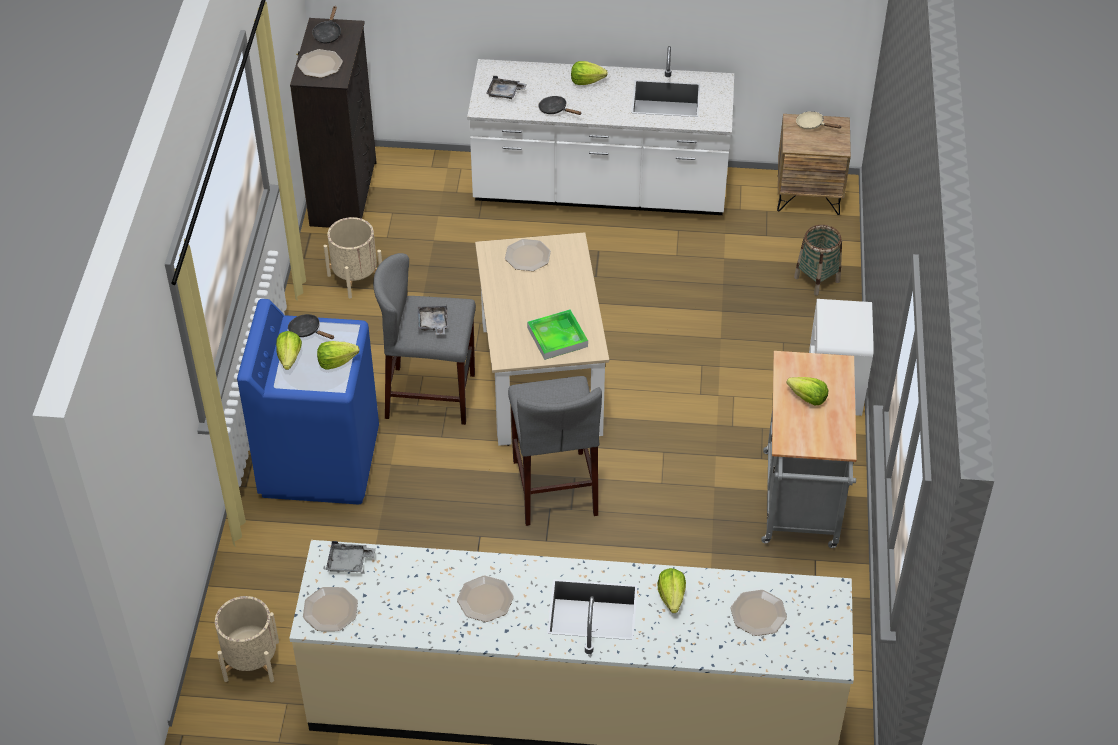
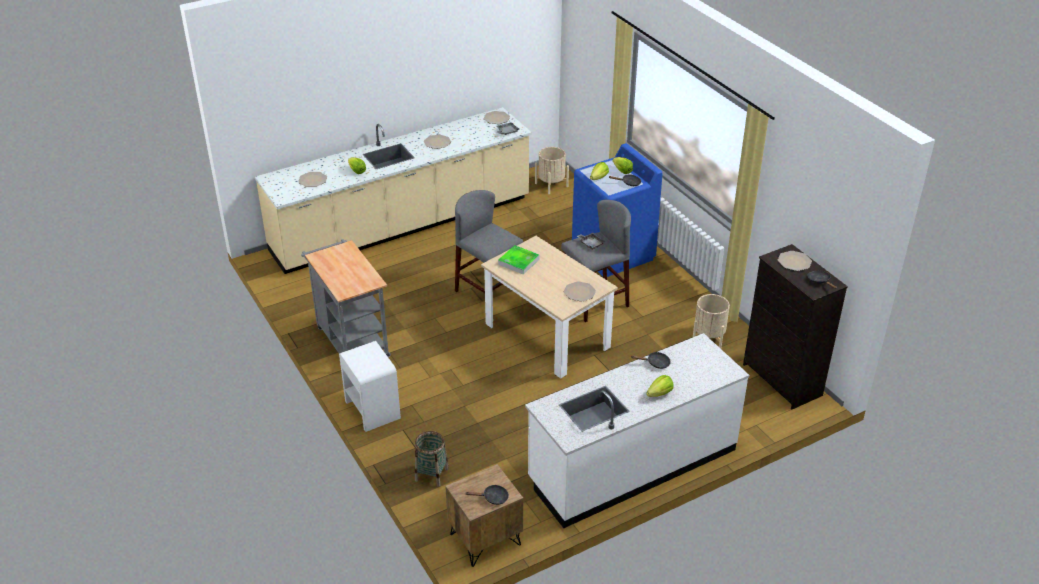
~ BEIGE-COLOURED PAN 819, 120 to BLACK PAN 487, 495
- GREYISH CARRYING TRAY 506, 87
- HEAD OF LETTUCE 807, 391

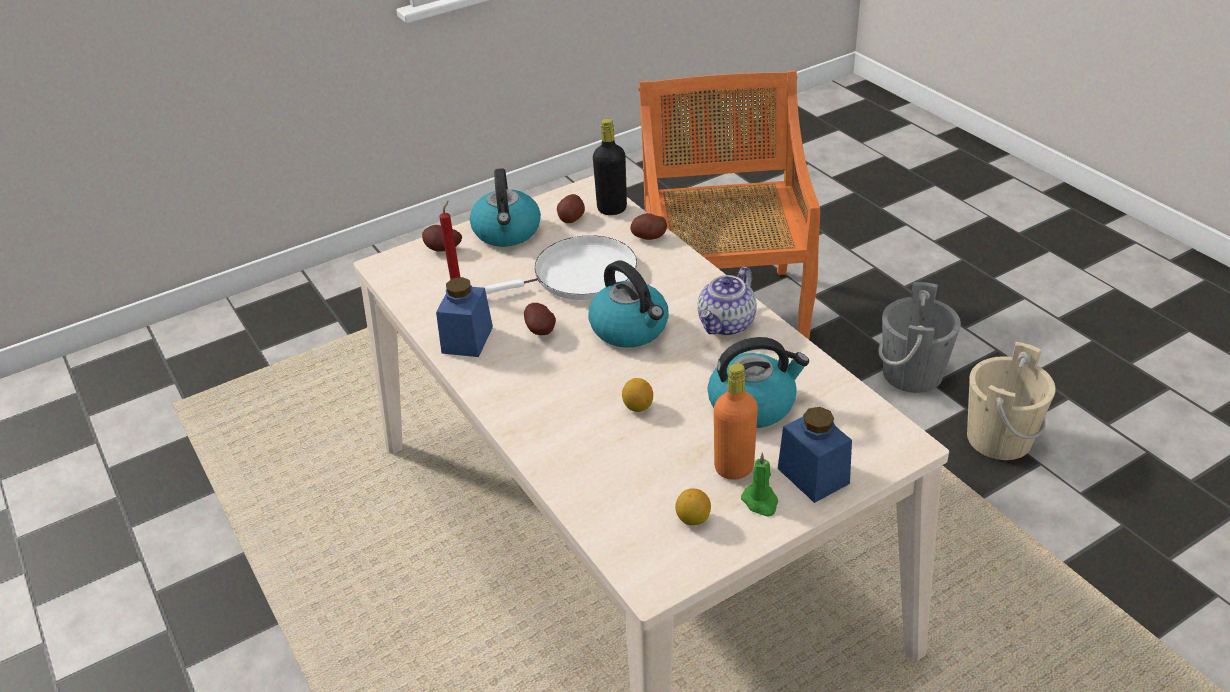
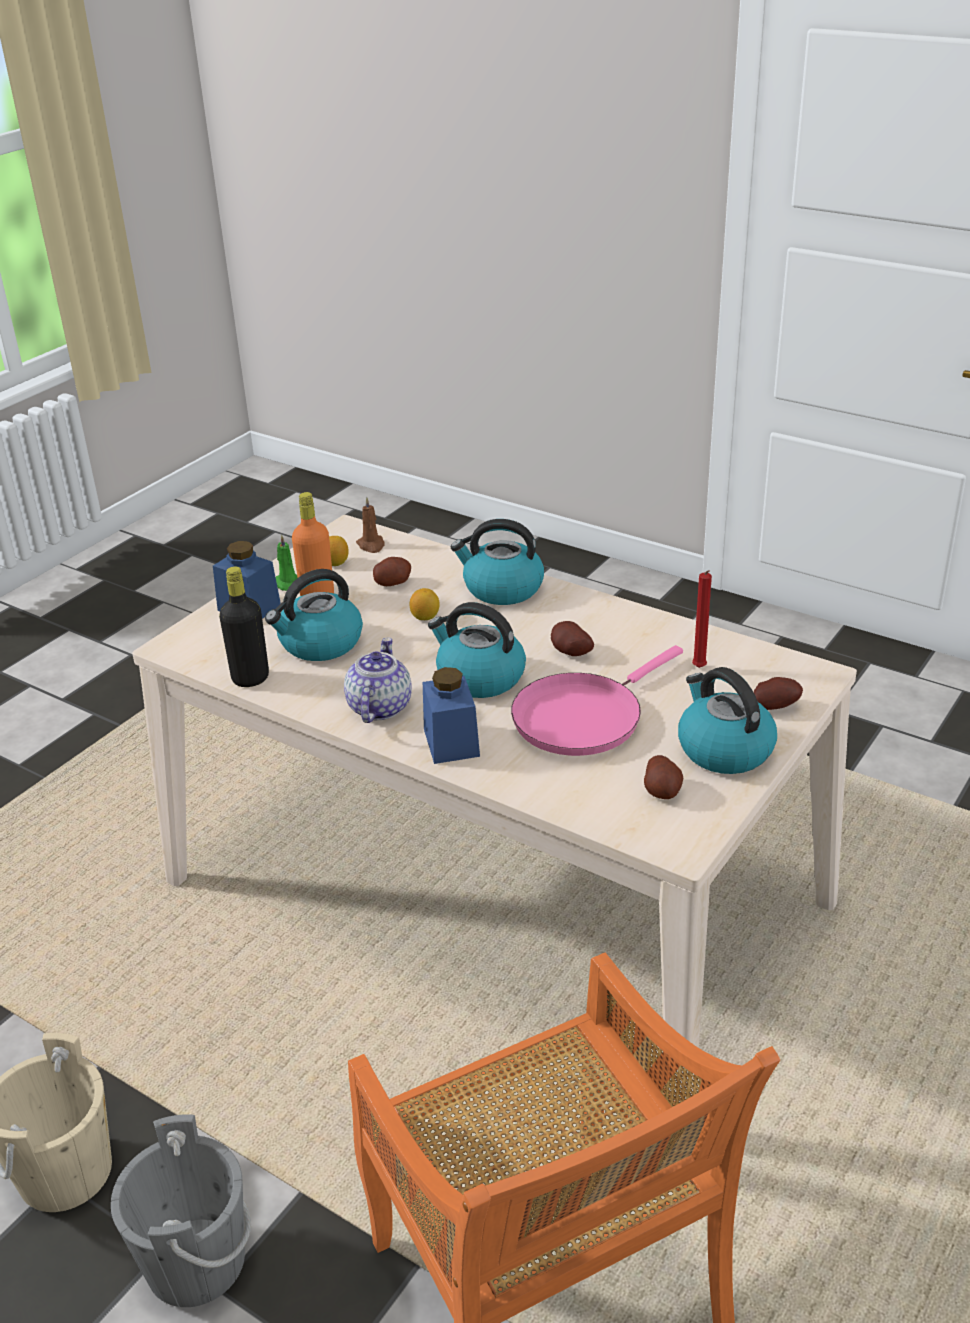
~ BLACK DRINK BOTTLE 610, 167 to 244, 627
+ BROWN-COLOURED CANDLE 370, 525
~ SPUD 648, 226 to 392, 571
~ BLUE JAR 464, 317 to 451, 715
+ WATER KETTLE 497, 562
~ WHITE-COLOURED PAN 559, 267 to PINKISH PAN 597, 700

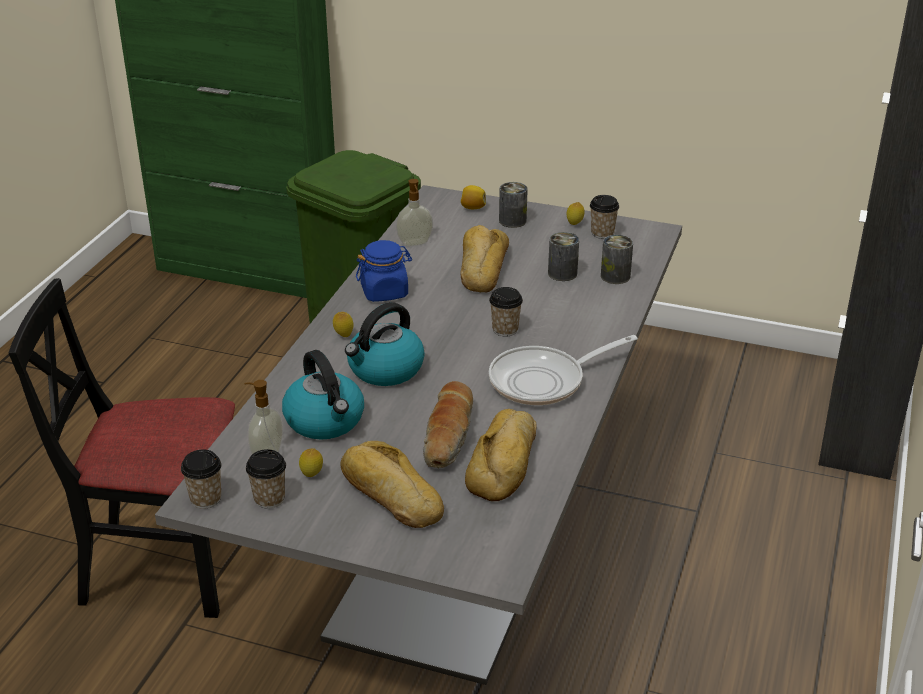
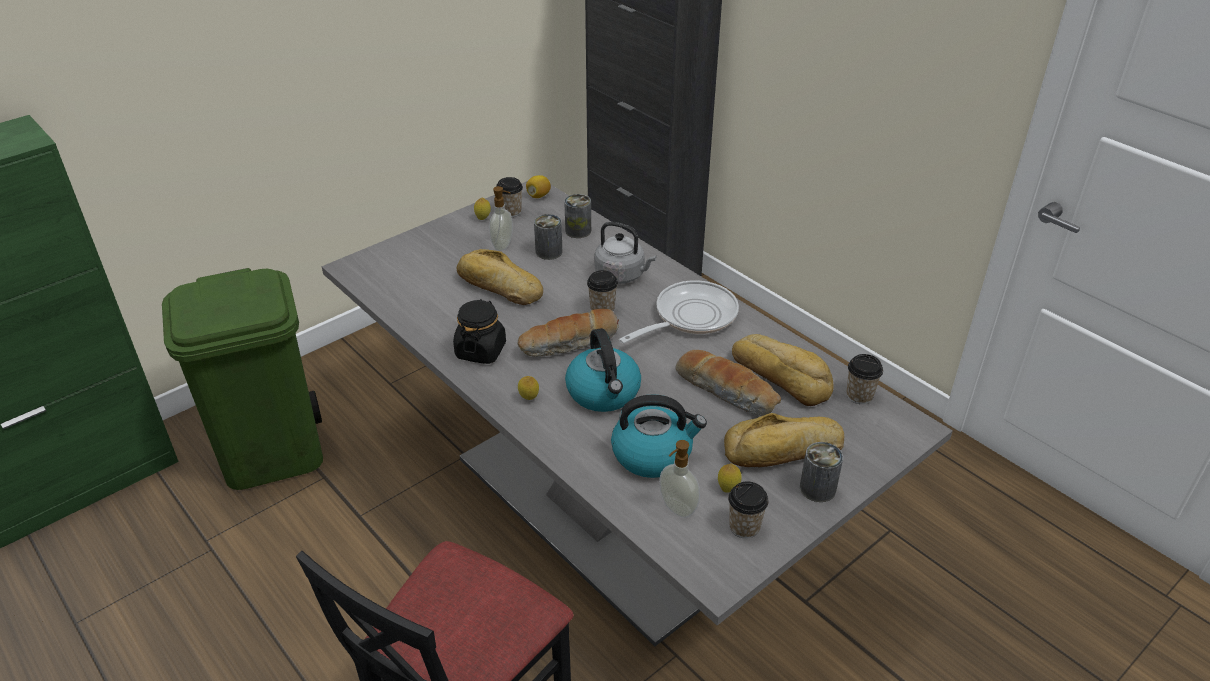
~ BLUE JAR 384, 271 to BLACK JAR 479, 331
~ SOAP DISPENSER 414, 212 to 501, 218
+ BAKERY BREAD 568, 333
~ LEMON 473, 197 to 538, 186
+ GREYISH WATER KETTLE 625, 253
~ PAN 563, 370 = 679, 311 135 degrees counterclockwise
~ CAN 513, 205 to 821, 472
~ SMALL CUP 201, 479 to 864, 379

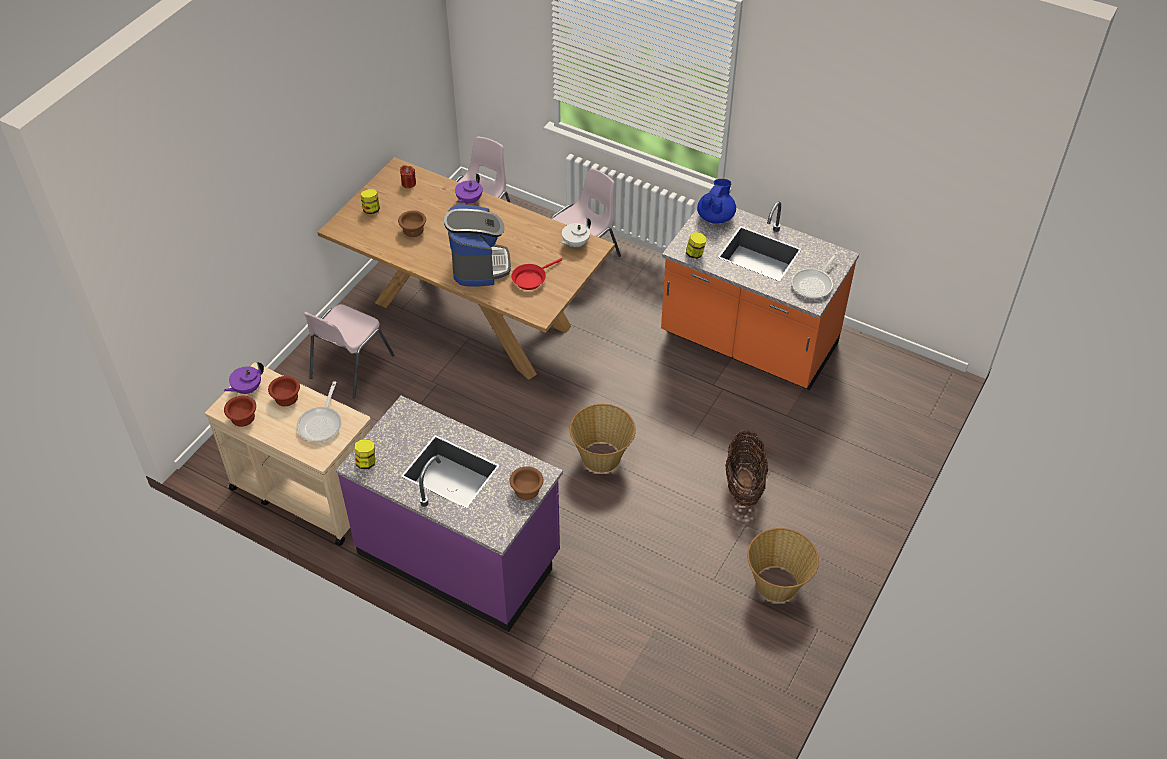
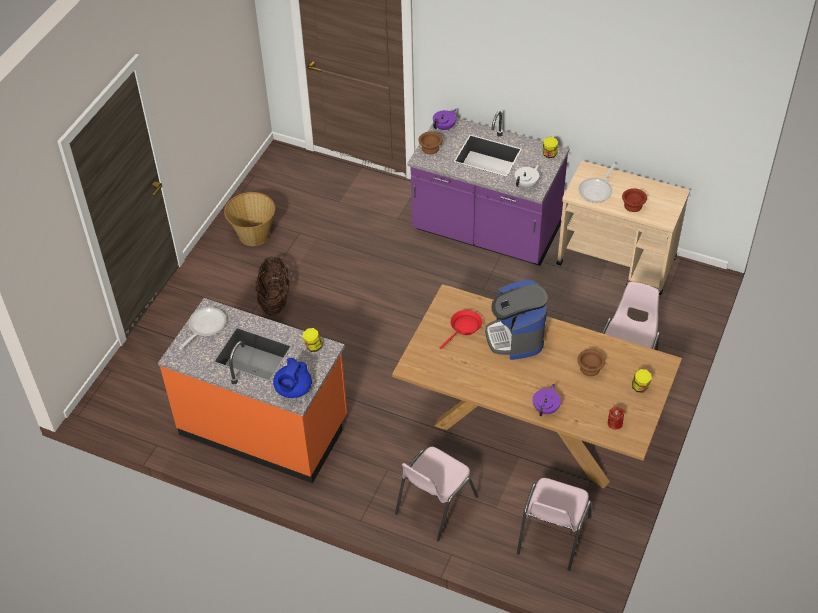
~ PURPLISH POT FOR TEA 244, 378 to 445, 119
~ WHITE-COLOURED POT FOR TEA 575, 232 to 527, 176
~ PAN 319, 411 = 597, 183 150 degrees counterclockwise
- BROWN-COLOURED DEEP DISH 240, 411
- BASKET 603, 438

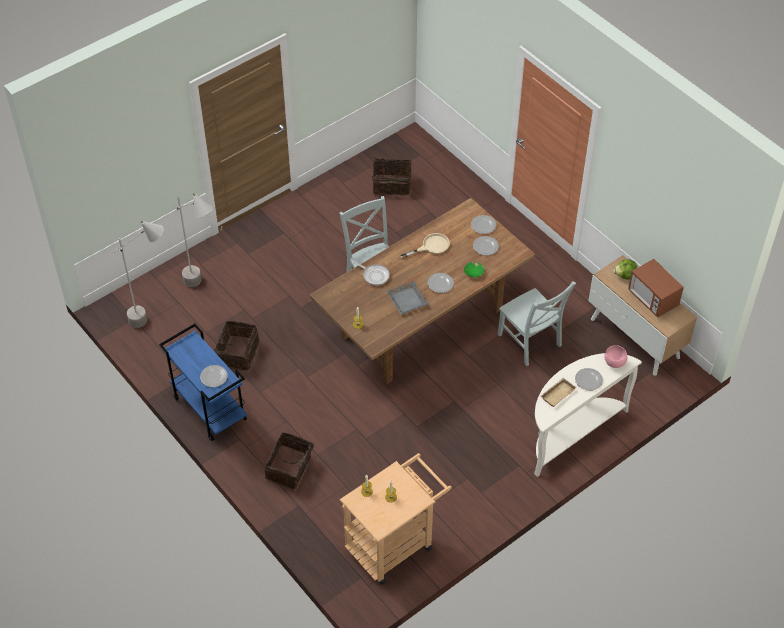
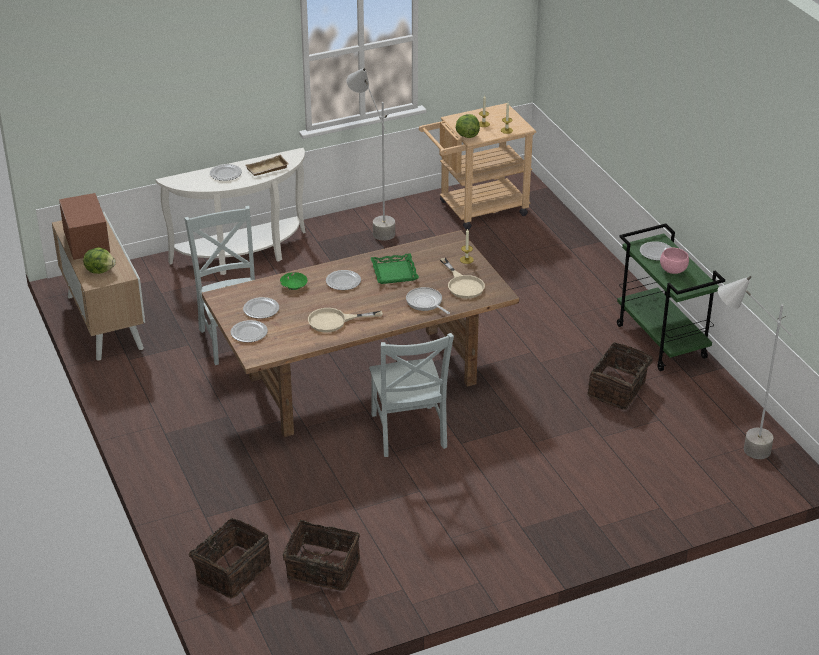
~ BASKET 290, 460 to 227, 558
~ GREYISH FLOOR LAMP 194, 240 to 371, 154
~ GREYISH CARRYING TRAY 407, 298 to GREENISH CARRYING TRAY 395, 268
+ BEIGE-COLOURED PAN 462, 278
+ HEAD OF LETTUCE 468, 126
~ BLUE CART 203, 382 to GREENISH CART 671, 297
~ PINKISH DEEP DISH 615, 356 to 674, 261

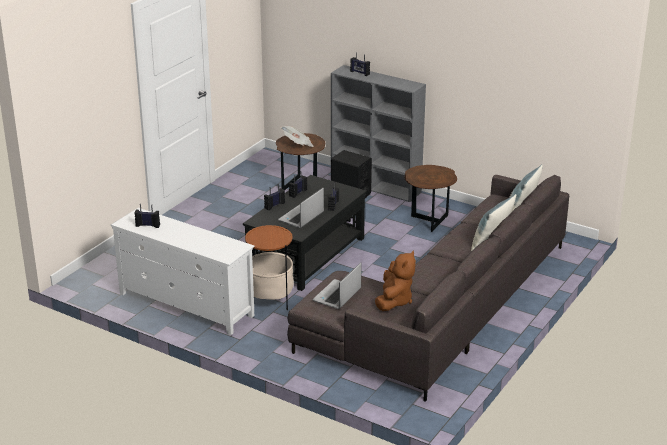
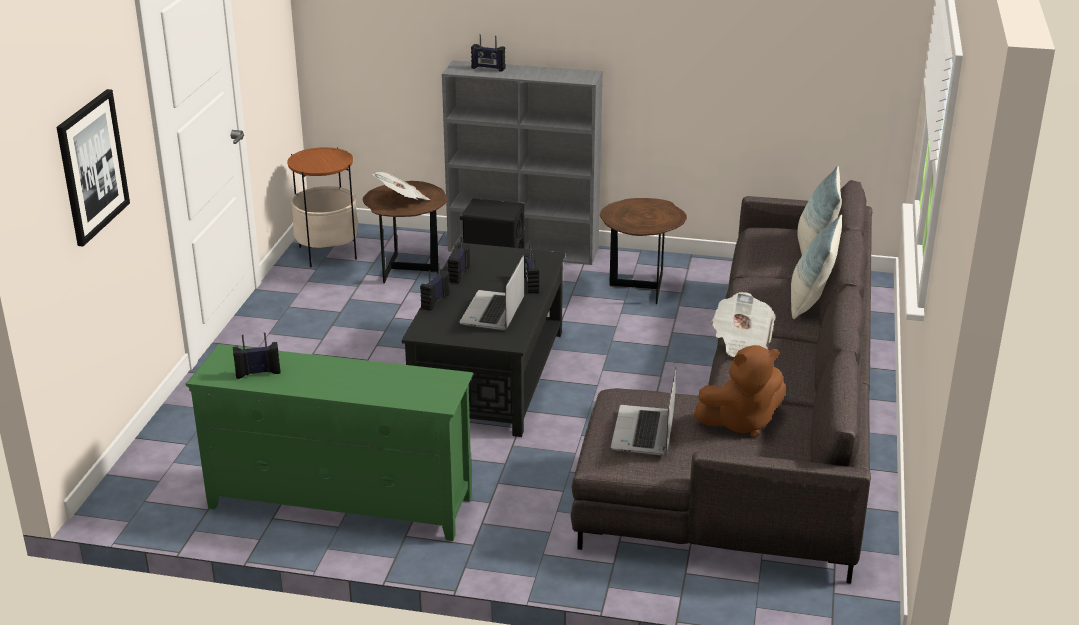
+ PICTURE 93, 167
~ WHITE-COLOURED TV UNIT 182, 271 to GREENISH TV UNIT 329, 442
~ SIDE TABLE 269, 267 to 322, 207
~ BROWN-COLOURED PLUSH TOY 395, 281 = 740, 391 75 degrees clockwise
+ PRINTED PAPER 743, 324

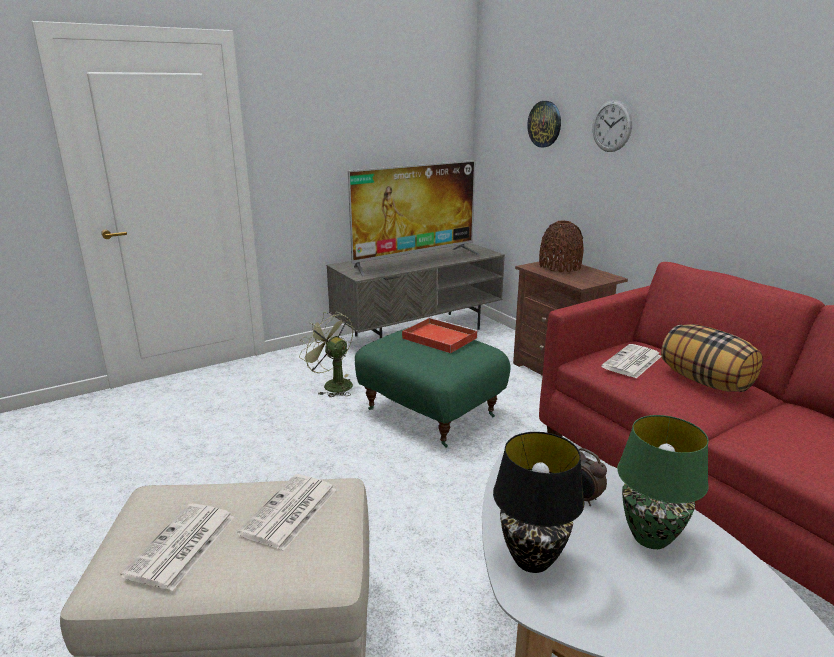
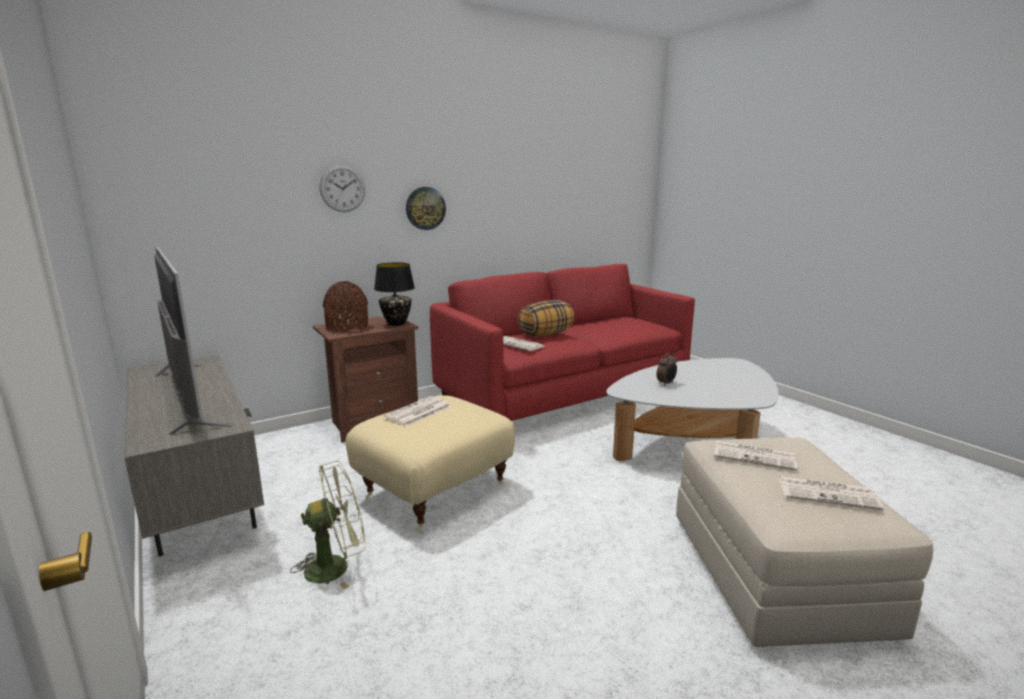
~ GREENISH FAN 326, 354 = 327, 525 150 degrees counterclockwise
~ GREENISH POUFFE 432, 387 to BEIGE-COLOURED POUFFE 430, 463
~ BLACK LAMP FOR A TABLE 539, 502 to 394, 294
~ REDDISH CARRYING TRAY 440, 335 to PRINTED PAPER 417, 411
~ WALL CLOCK 544, 124 to 426, 208
- GREENISH LAMP FOR A TABLE 663, 482

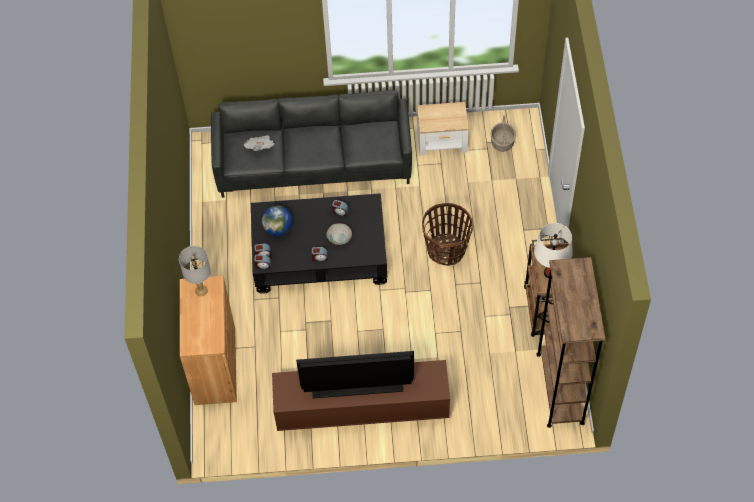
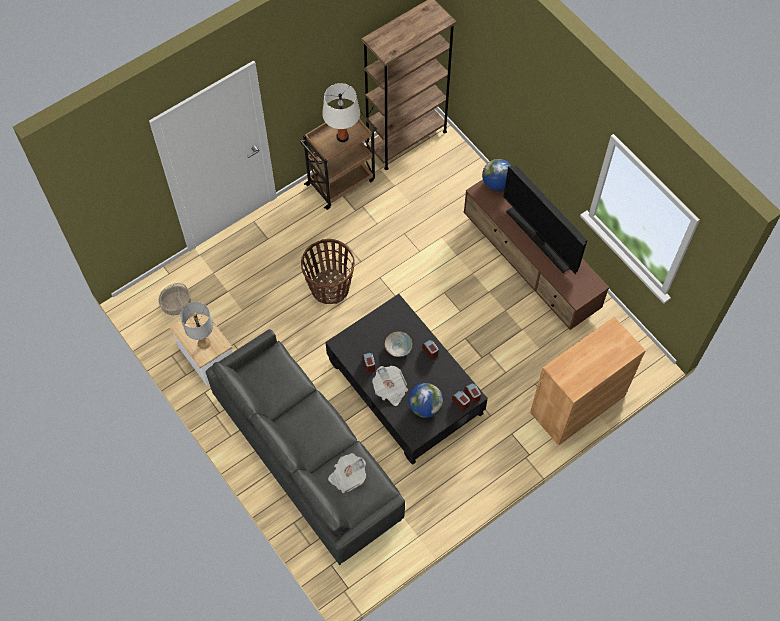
~ GREYISH LAMP FOR A TABLE 195, 271 to 196, 325
+ PRINTED PAPER 390, 386
+ WORLD GLOBE 496, 175

